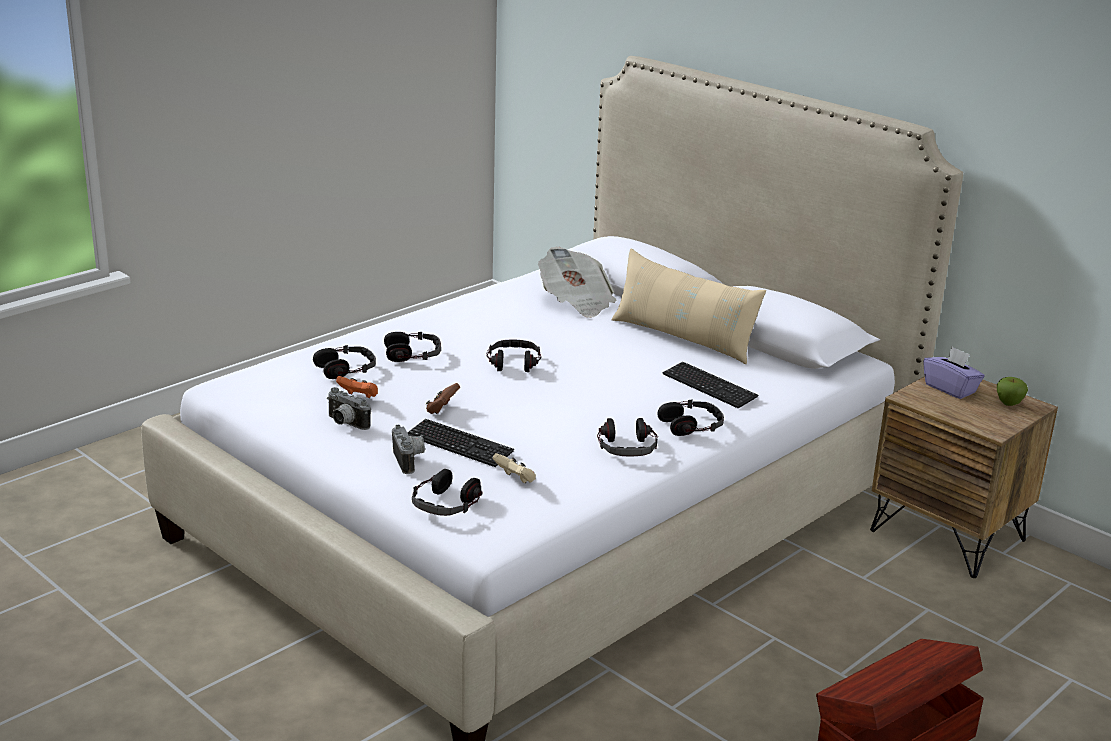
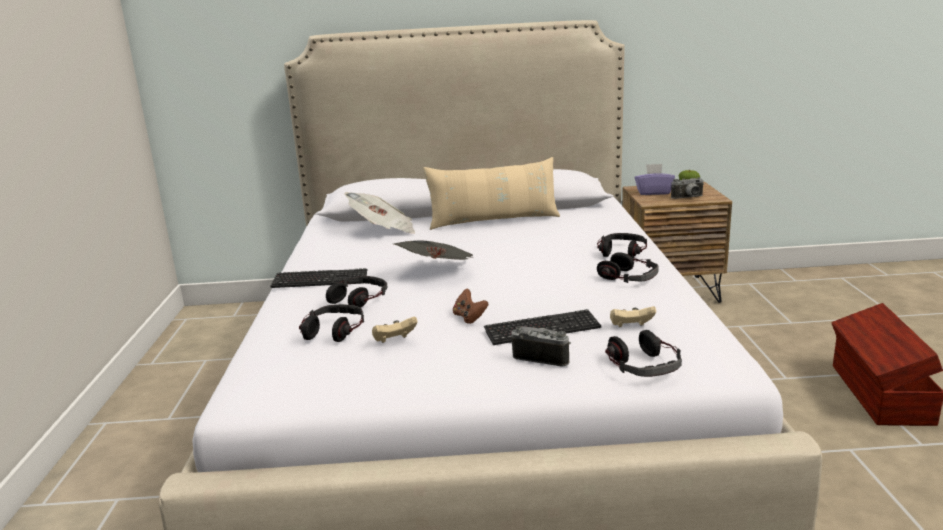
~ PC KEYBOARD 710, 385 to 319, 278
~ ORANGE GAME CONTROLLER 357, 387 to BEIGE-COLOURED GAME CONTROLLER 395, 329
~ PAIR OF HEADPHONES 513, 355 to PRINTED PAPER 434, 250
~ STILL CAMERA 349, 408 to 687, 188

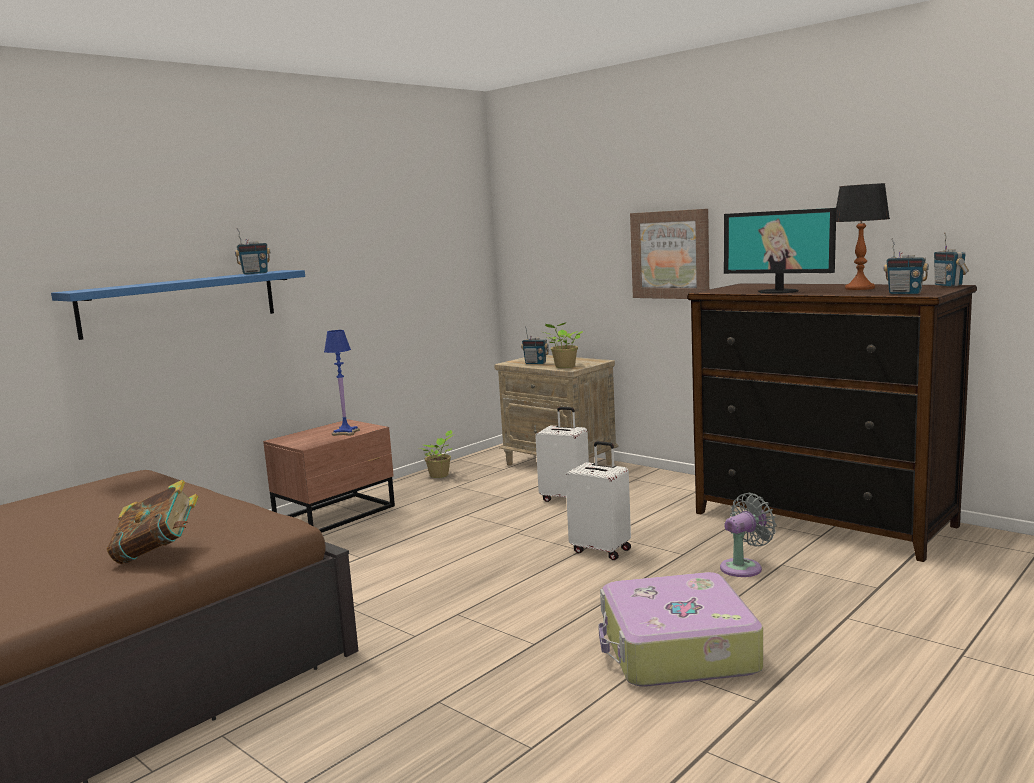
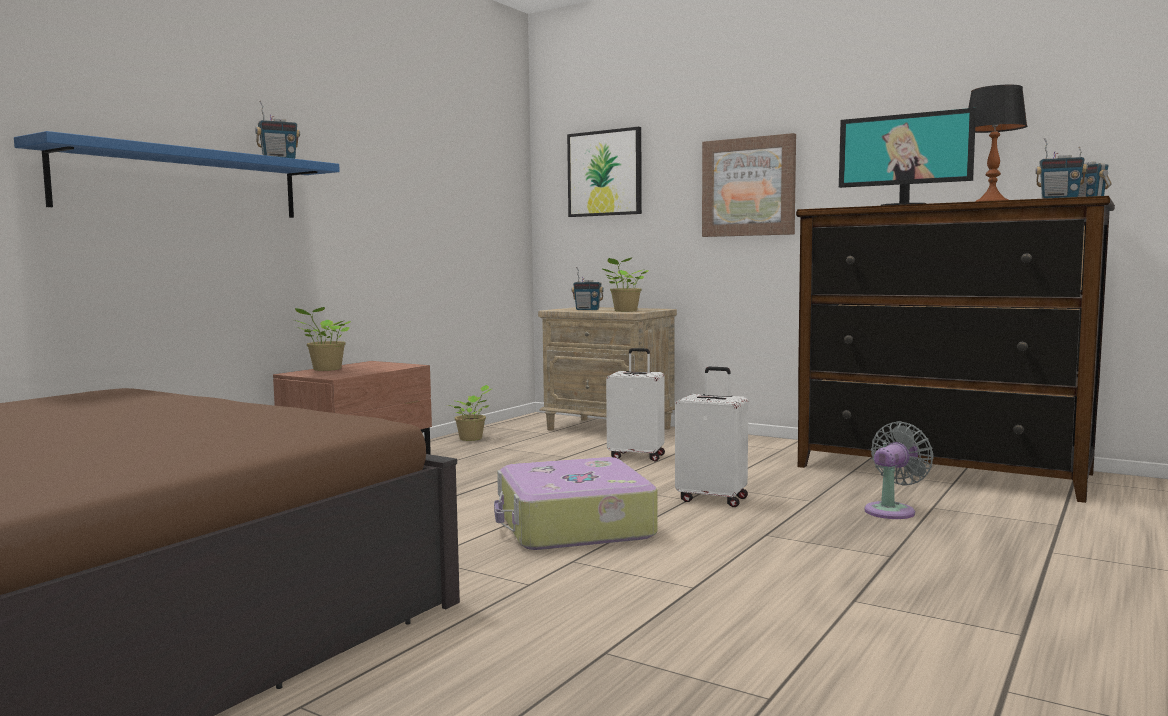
+ HOUSEPLANT 322, 339
~ PIECE OF LUGGAGE 680, 629 to 575, 503
+ PICTURE 604, 172
- BOUND BOOK 153, 522
- BLUE LAMP FOR A TABLE 342, 383

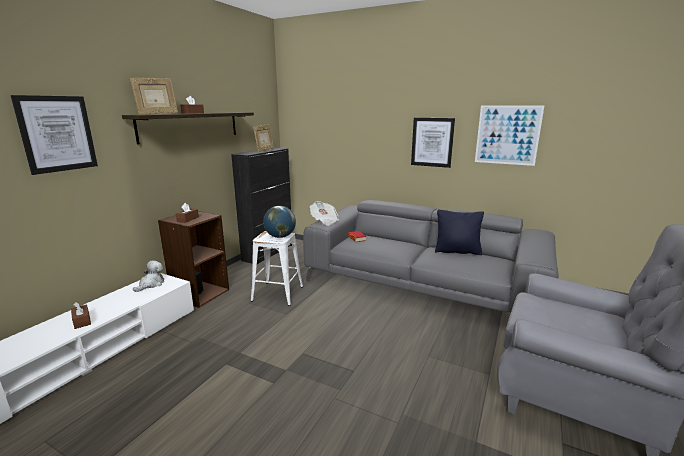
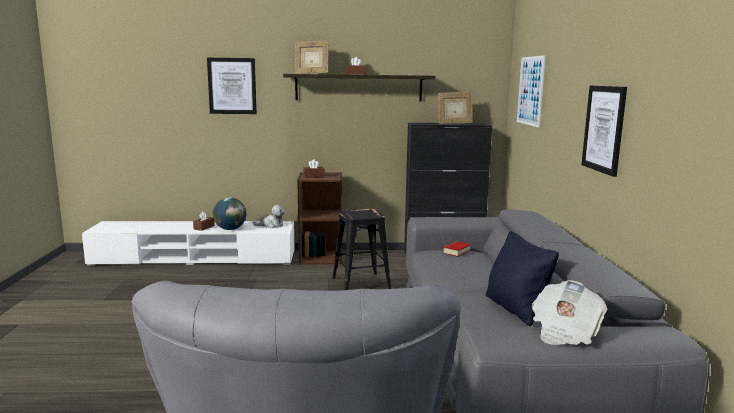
~ WORLD GLOBE 279, 222 to 229, 213
~ WHITE-COLOURED STOOL SEAT 277, 268 to BLACK STOOL SEAT 361, 249
~ PICTURE 509, 135 to 531, 91
~ PRINTED PAPER 324, 213 to 569, 312

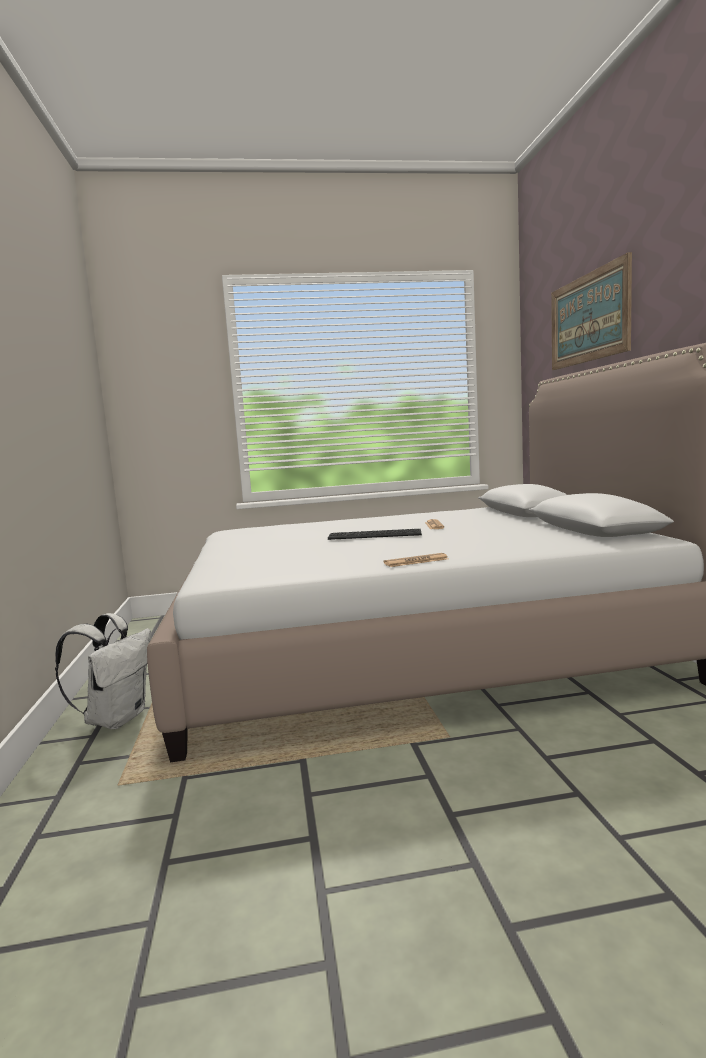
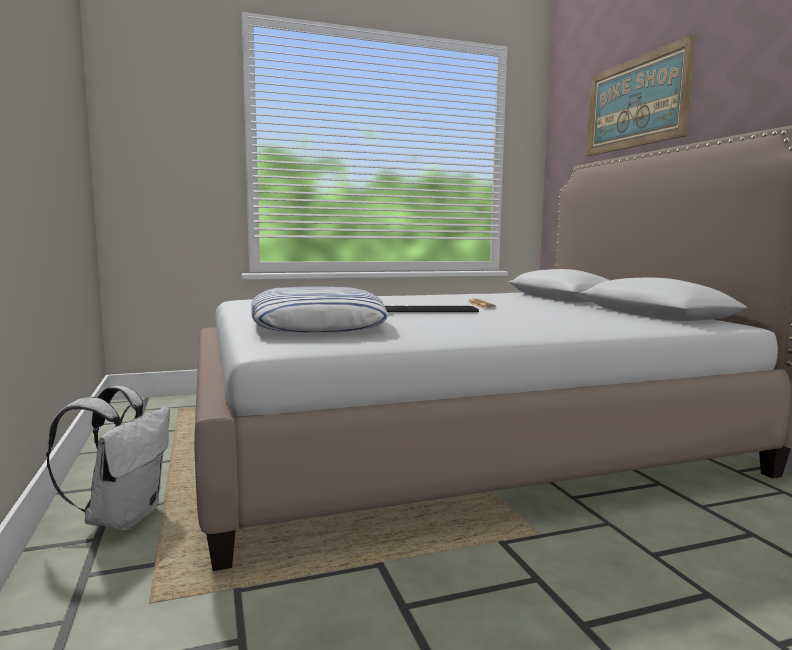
+ PILLOW 320, 309
- PRINTED PAPER 416, 560

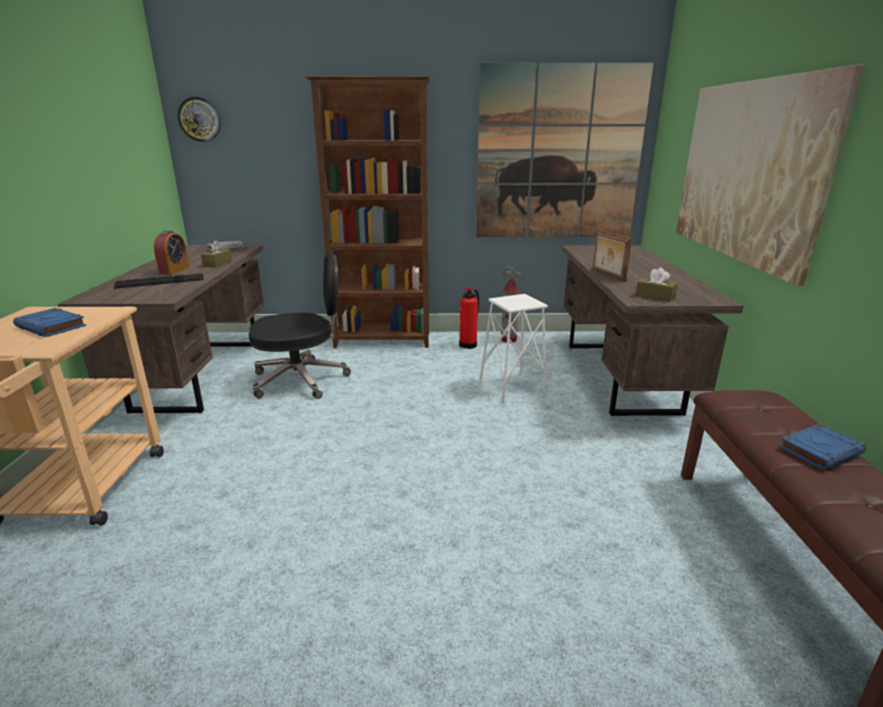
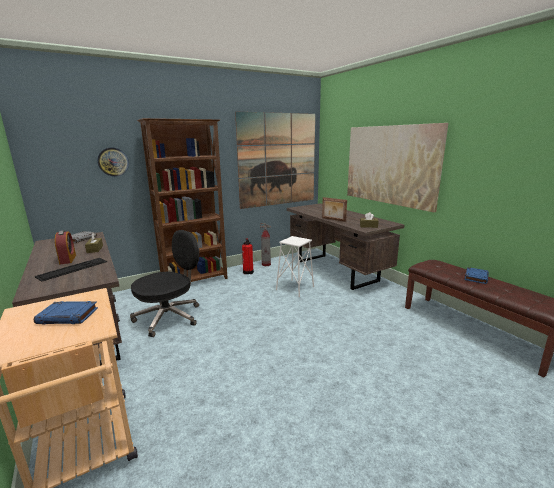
~ WALL CLOCK 199, 119 to 113, 162

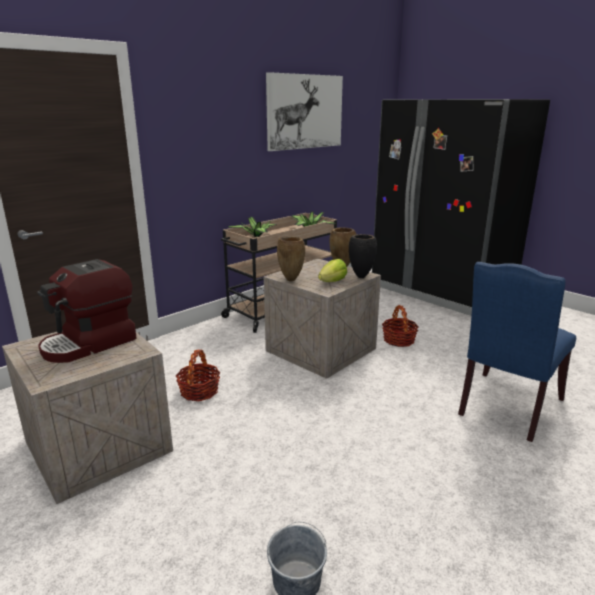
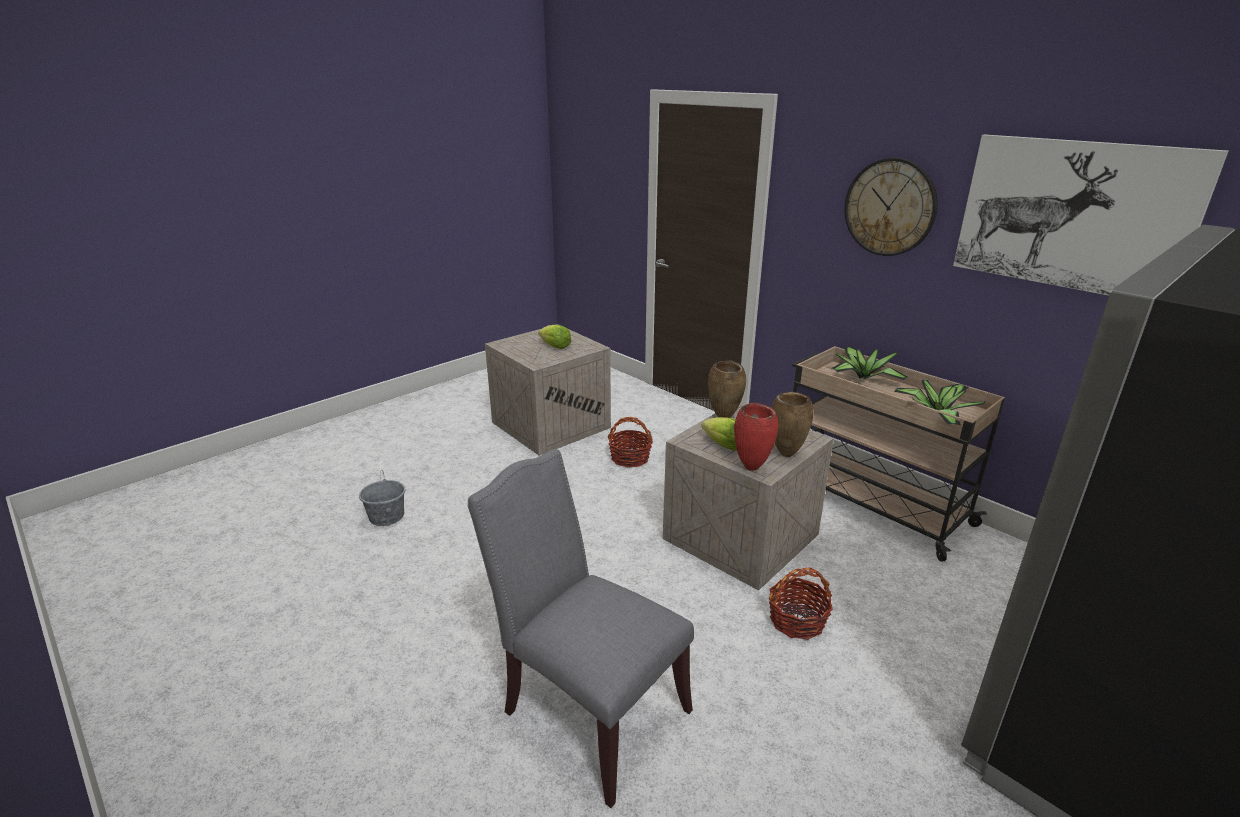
~ BLUE CHAIR 517, 352 to GREYISH CHAIR 581, 628
~ COFFEE BREWER 87, 311 to HEAD OF LETTUCE 554, 337
~ BLACK FLOWER VASE 363, 256 to REDDISH FLOWER VASE 756, 437
+ WALL CLOCK 891, 207

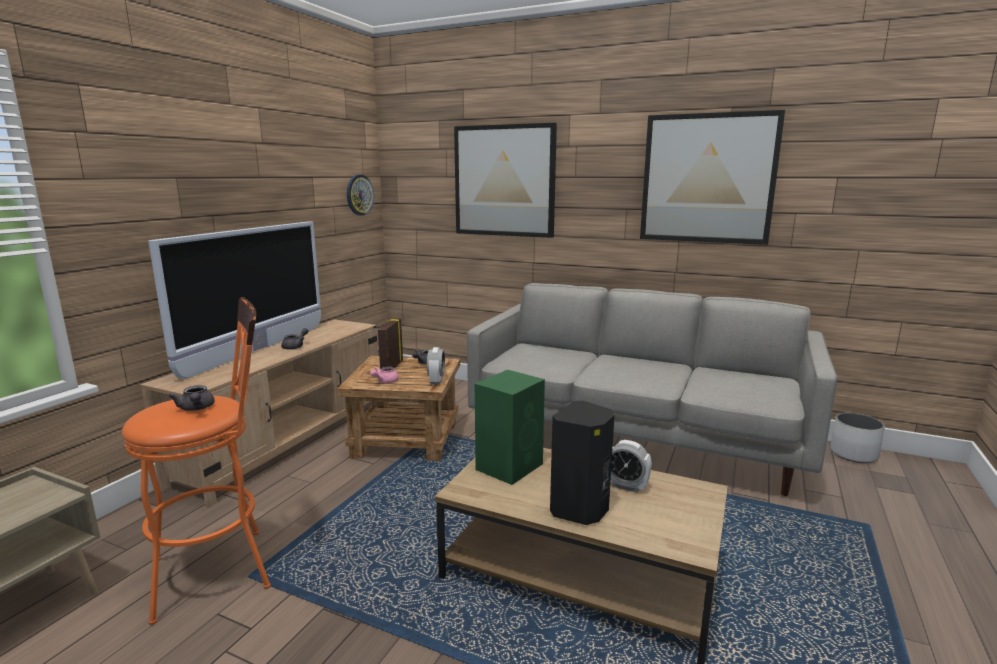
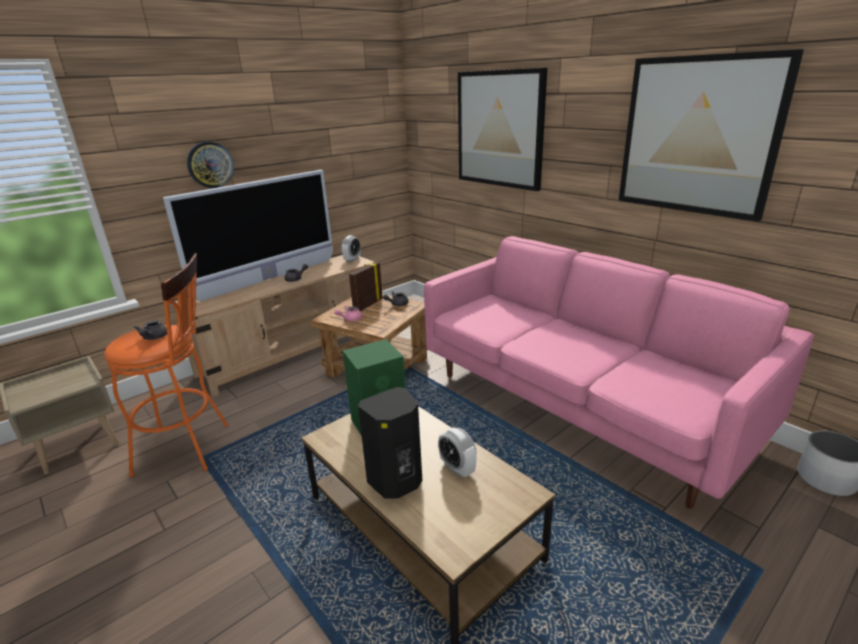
~ WALL CLOCK 360, 195 to 210, 164
~ ALARM CLOCK 436, 365 to 351, 248
~ GREYISH SETTEE 652, 389 to PINKISH SETTEE 619, 372

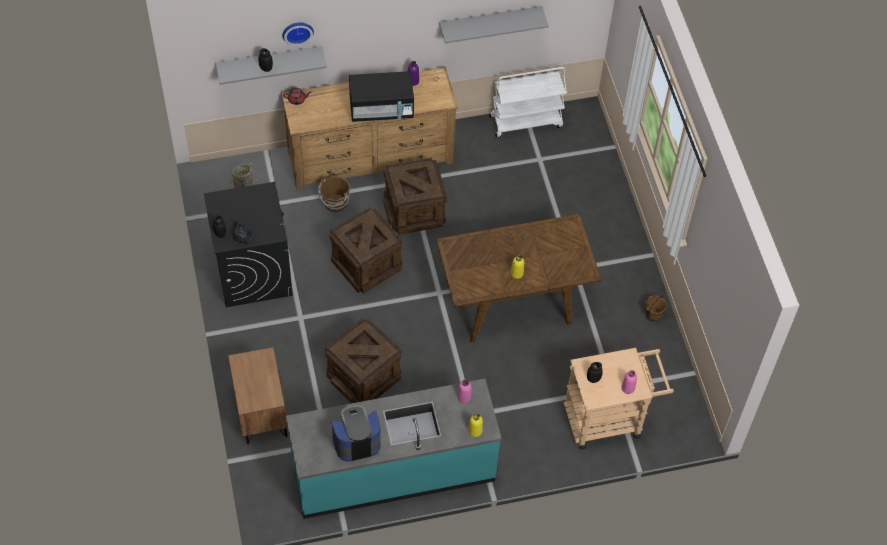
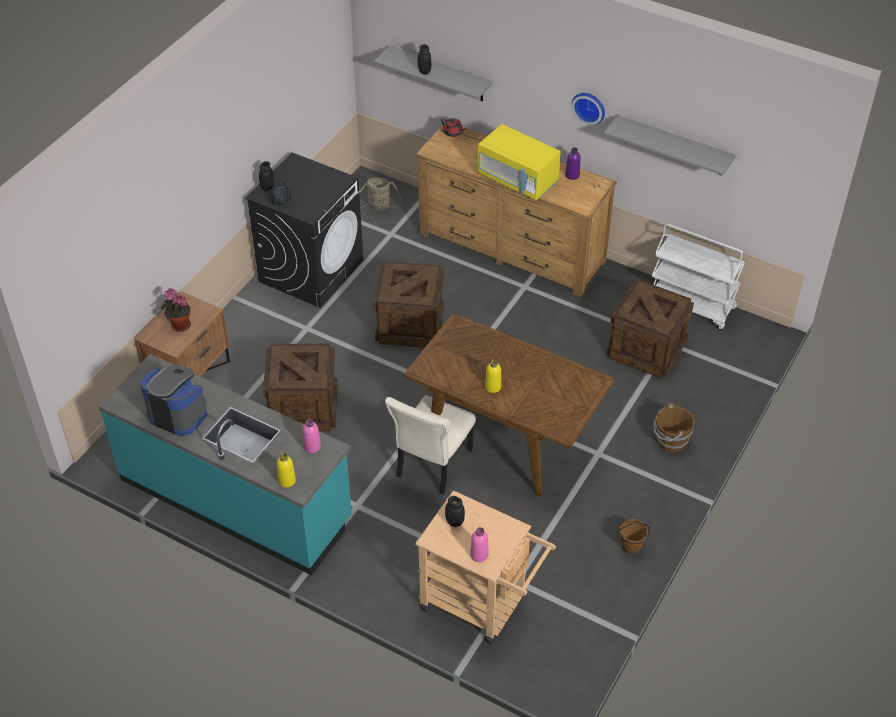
+ HOUSEPLANT 175, 310
+ BEIGE-COLOURED CHAIR 430, 445
~ BLACK KITCHEN MICROWAVE 381, 96 to YELLOWISH KITCHEN MICROWAVE 519, 162
~ WALL CLOCK 298, 34 to 588, 109
~ CRATE 415, 196 to 650, 329
~ BROWN-COLOURED BUCKET 334, 194 to 674, 428

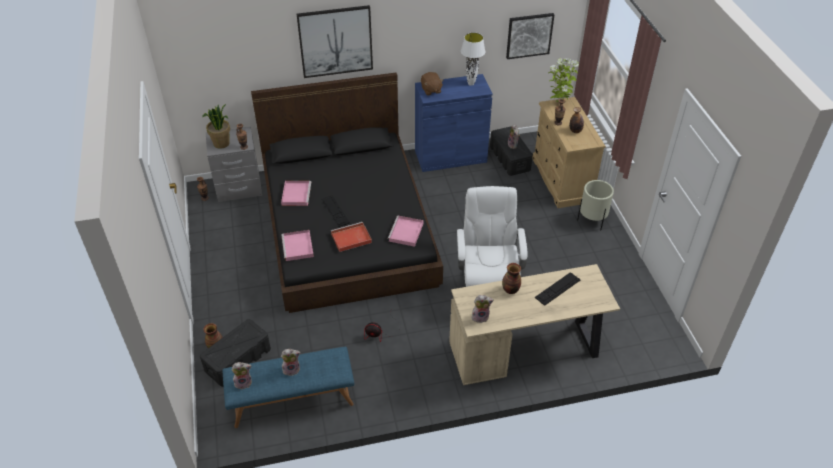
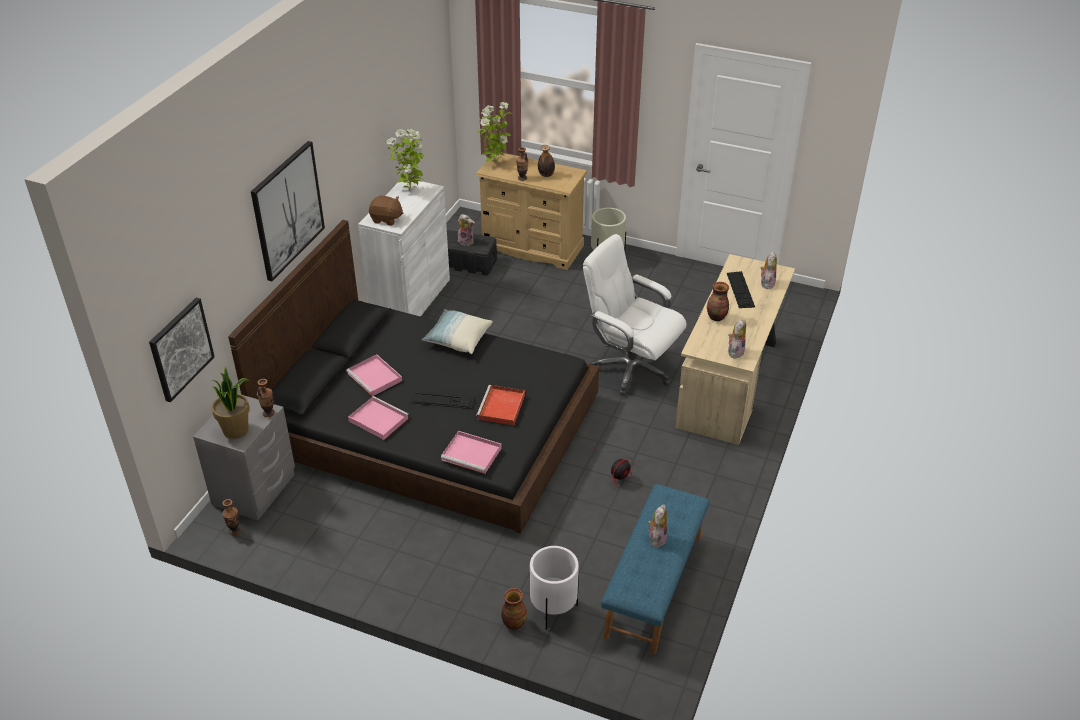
~ PICTURE 530, 36 to 182, 350
~ PINKISH CARRYING TRAY 406, 231 to 374, 375
~ BLUE STORAGE CABINET 454, 123 to WHITE-COLOURED STORAGE CABINET 404, 248
~ WHITE-COLOURED LAMP FOR A TABLE 473, 59 to HOUSEPLANT 405, 160
+ PILLOW 457, 331
~ BLACK STORAGE BOX 235, 353 to WHITE-COLOURED PLANTER 554, 588
~ PLUSH TOY 241, 375 to 769, 270

